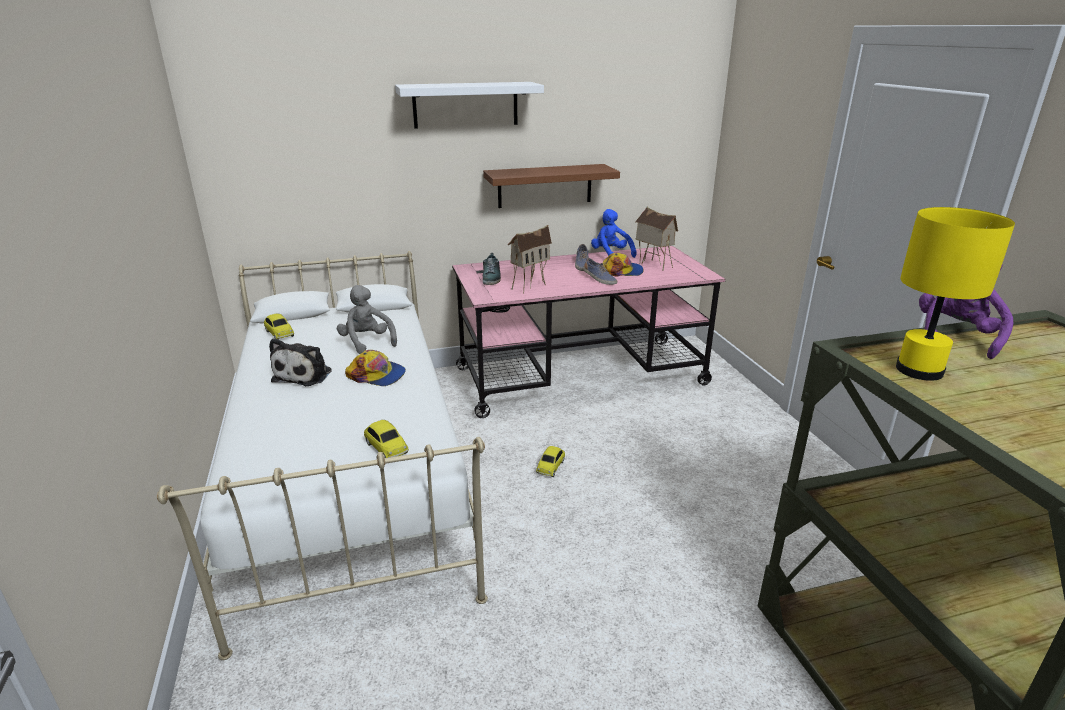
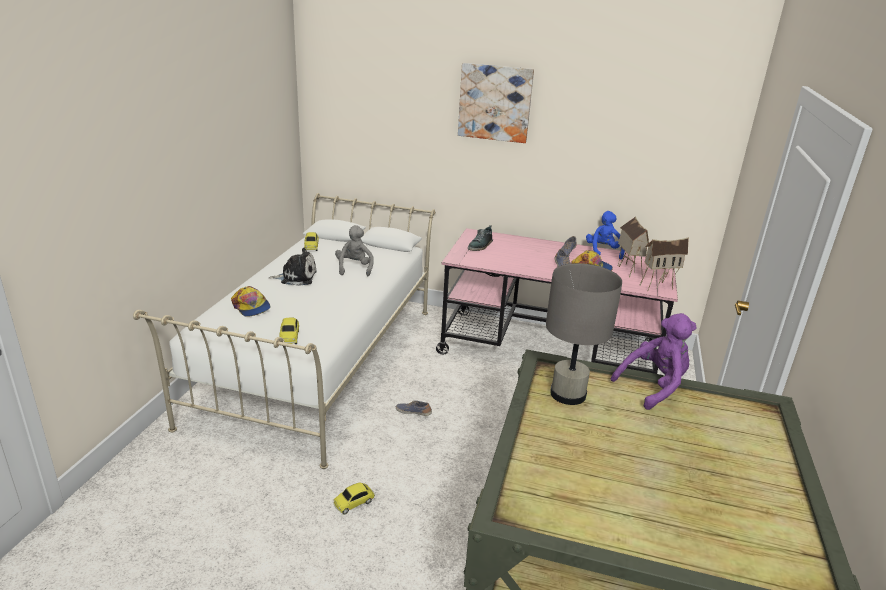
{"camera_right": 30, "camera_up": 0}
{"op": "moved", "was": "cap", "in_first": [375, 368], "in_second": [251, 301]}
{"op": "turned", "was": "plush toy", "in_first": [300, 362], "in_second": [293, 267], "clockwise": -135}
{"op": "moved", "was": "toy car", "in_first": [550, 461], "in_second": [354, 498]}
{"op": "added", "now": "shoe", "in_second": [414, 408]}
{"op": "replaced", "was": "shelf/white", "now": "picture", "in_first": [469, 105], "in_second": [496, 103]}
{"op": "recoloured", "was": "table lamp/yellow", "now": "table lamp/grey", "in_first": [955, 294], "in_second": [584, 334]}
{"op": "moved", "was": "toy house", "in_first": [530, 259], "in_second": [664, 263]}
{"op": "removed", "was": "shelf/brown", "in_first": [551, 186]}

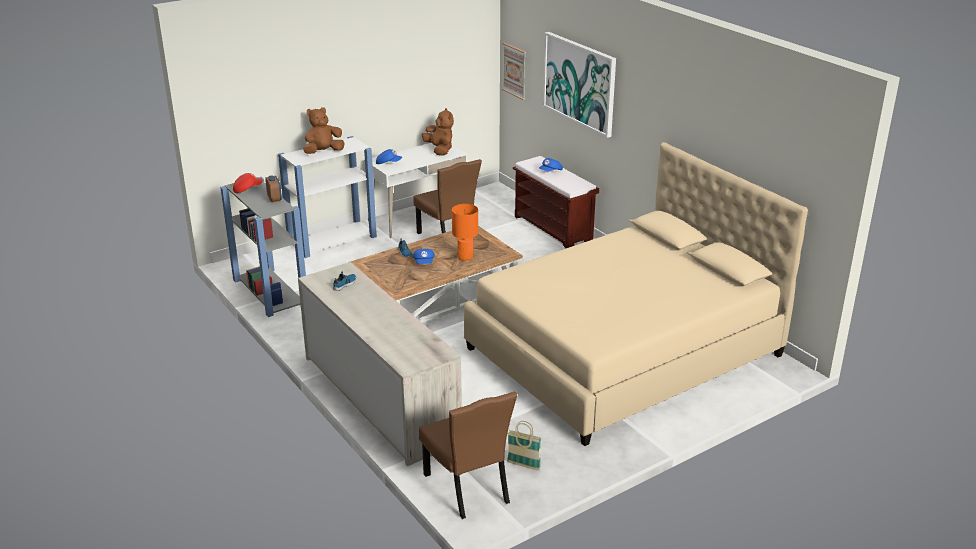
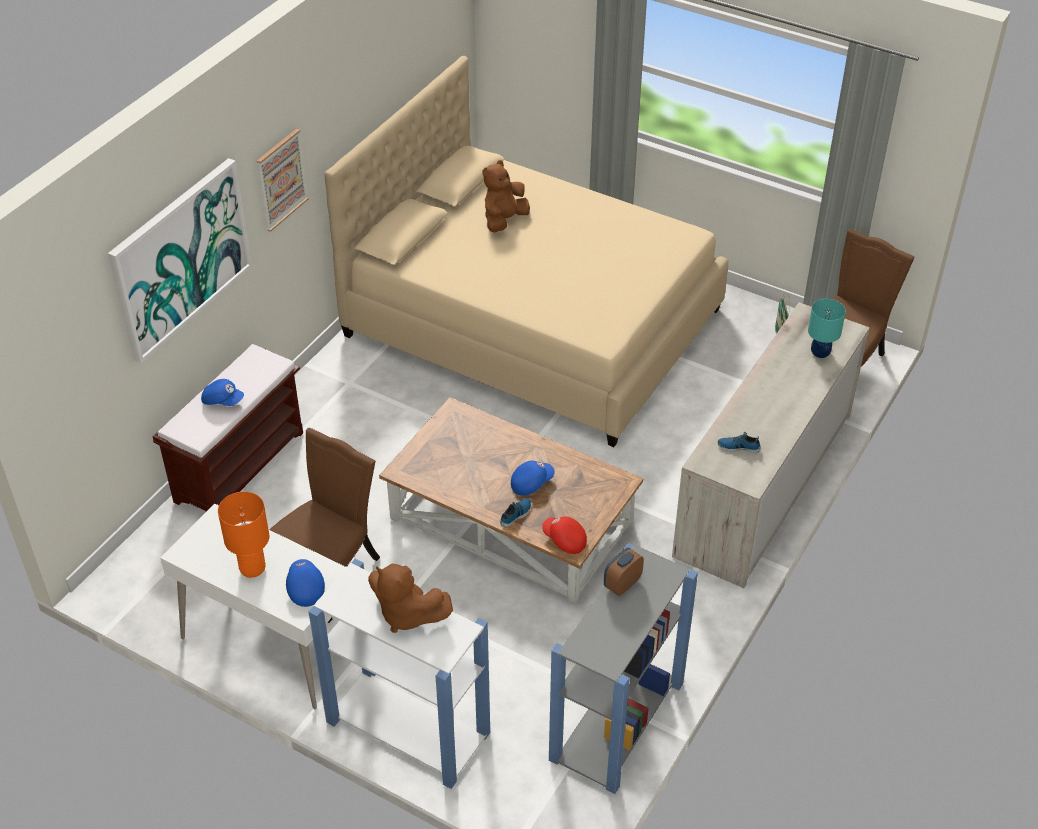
{"camera_right": -115, "camera_up": 15}
{"op": "moved", "was": "table lamp/orange", "in_first": [465, 232], "in_second": [243, 535]}
{"op": "moved", "was": "picture", "in_first": [514, 71], "in_second": [283, 180]}
{"op": "moved", "was": "plush toy/brown", "in_first": [438, 132], "in_second": [506, 196]}
{"op": "moved", "was": "cap/red", "in_first": [248, 183], "in_second": [564, 535]}
{"op": "added", "now": "table lamp/turquoise", "in_second": [827, 328]}

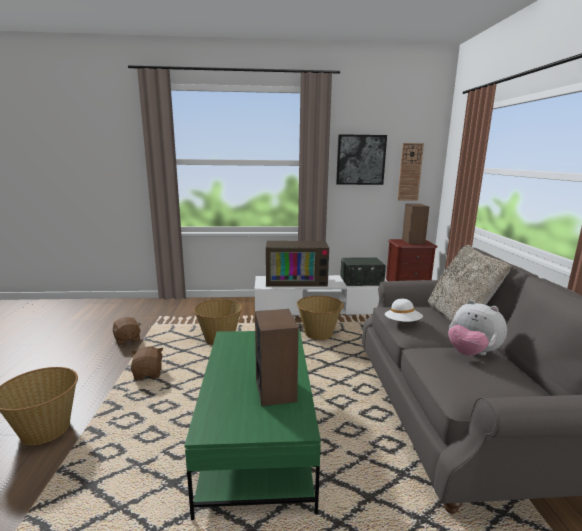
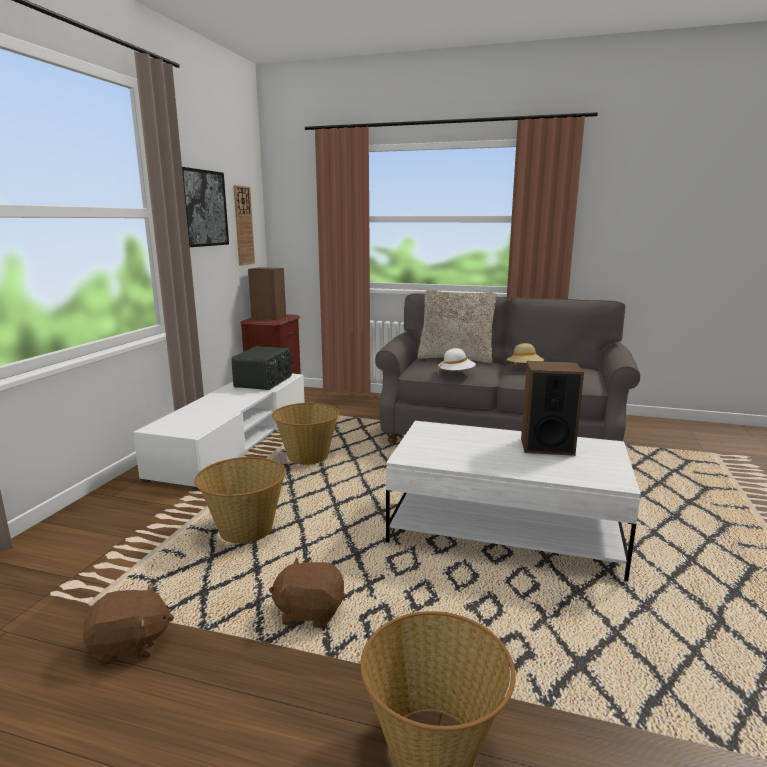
{"camera_right": -70, "camera_up": 0}
{"op": "recoloured", "was": "coffee table/green", "now": "coffee table/white", "in_first": [252, 425], "in_second": [513, 501]}
{"op": "replaced", "was": "plush toy", "now": "hat/beige", "in_first": [477, 328], "in_second": [525, 353]}
{"op": "removed", "was": "television", "in_first": [297, 264]}

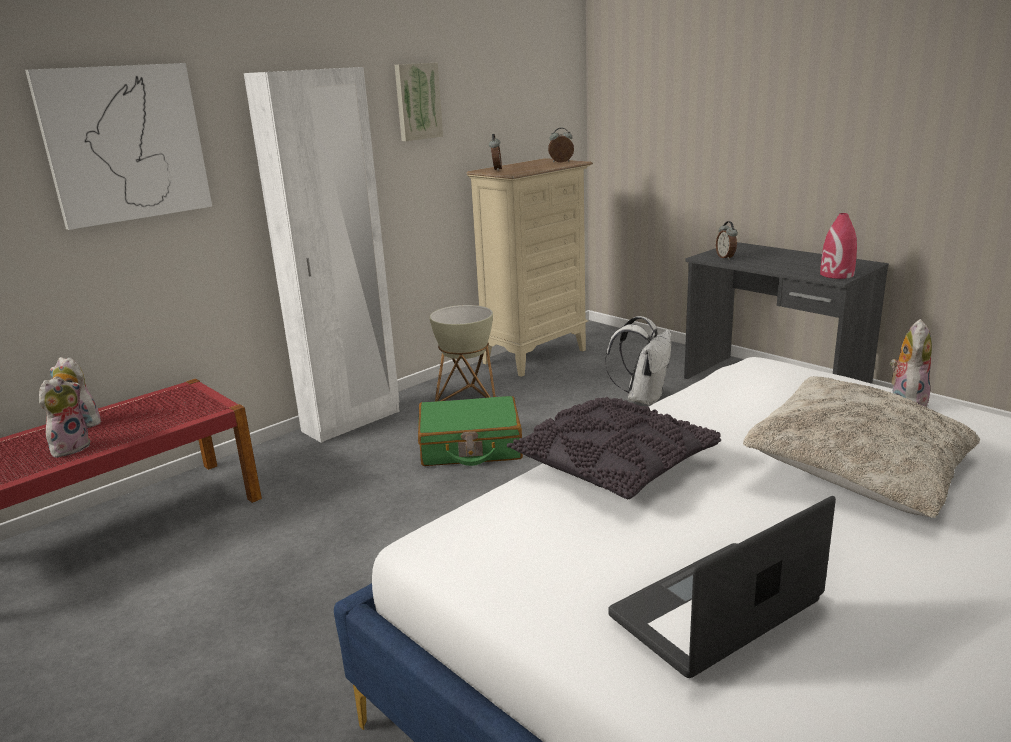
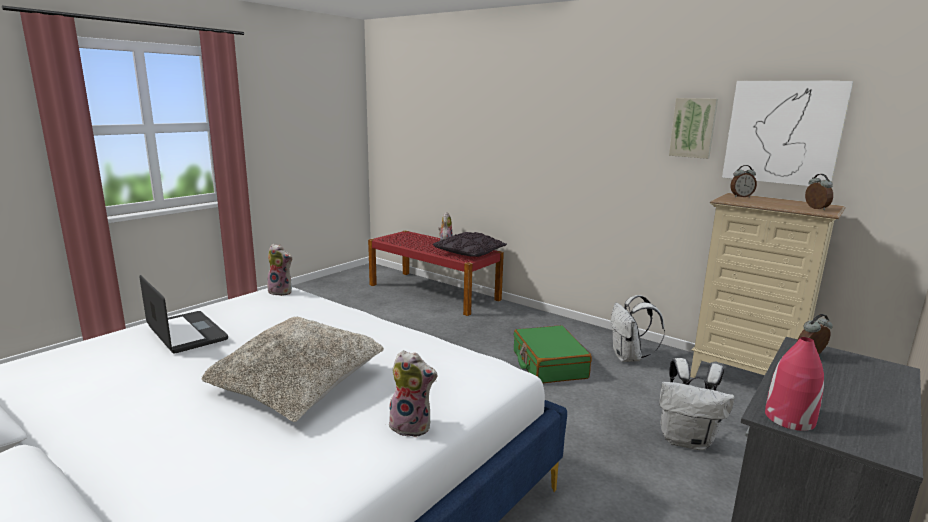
{"camera_right": 80, "camera_up": -5}
{"op": "moved", "was": "plush toy", "in_first": [64, 416], "in_second": [280, 270]}
{"op": "moved", "was": "pillow/black", "in_first": [614, 448], "in_second": [470, 244]}
{"op": "replaced", "was": "planter", "now": "backpack/white", "in_first": [462, 353], "in_second": [637, 328]}
{"op": "moved", "was": "picture", "in_first": [118, 146], "in_second": [787, 133]}
{"op": "removed", "was": "wardrobe/white", "in_first": [322, 255]}

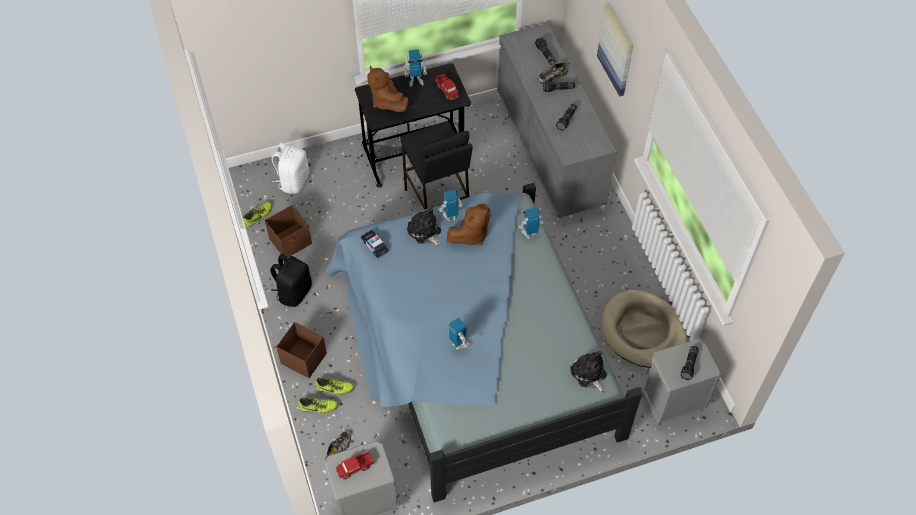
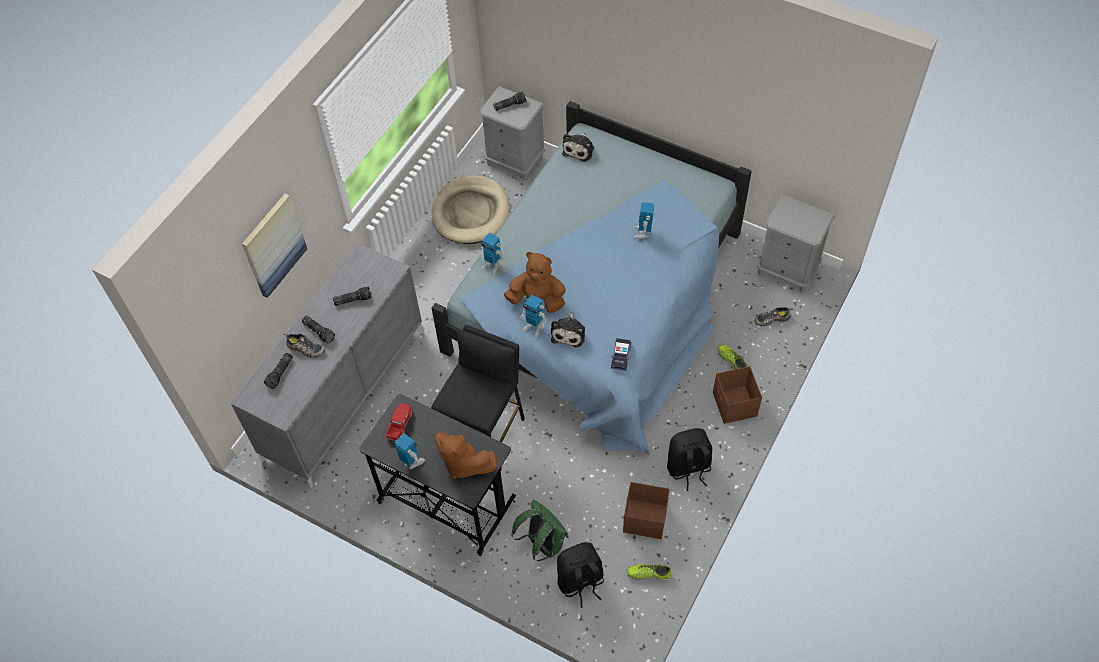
{"camera_right": -130, "camera_up": 0}
{"op": "turned", "was": "plush toy/brown", "in_first": [388, 88], "in_second": [466, 455], "clockwise": 105}
{"op": "added", "now": "backpack/green", "in_second": [540, 530]}
{"op": "recoloured", "was": "backpack/white", "now": "backpack/black", "in_first": [290, 168], "in_second": [580, 575]}
{"op": "removed", "was": "shoe", "in_first": [318, 405]}
{"op": "removed", "was": "toy truck", "in_first": [355, 465]}

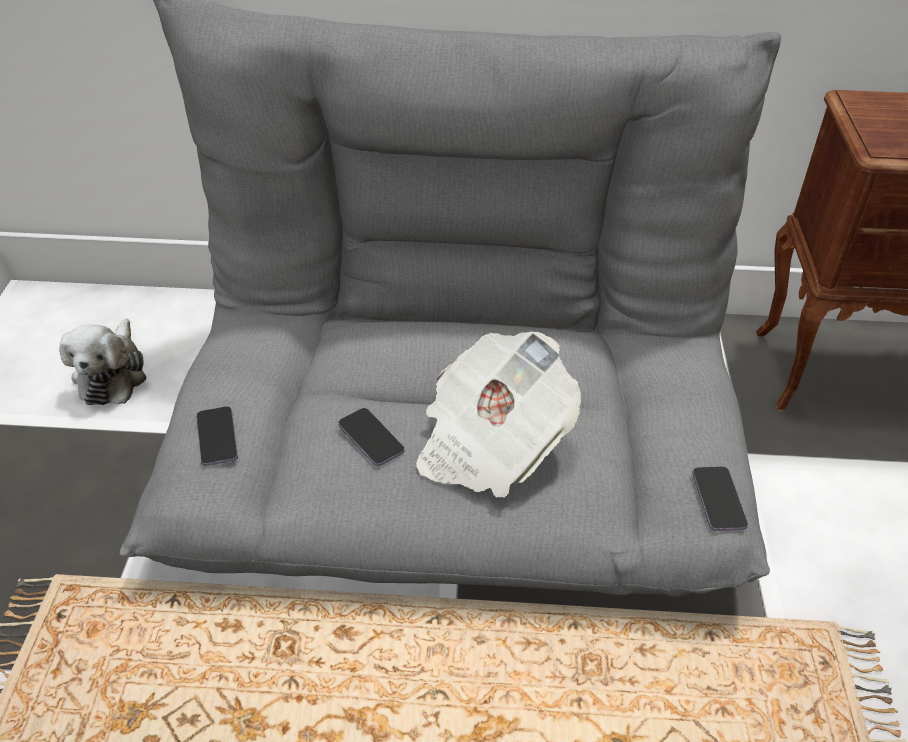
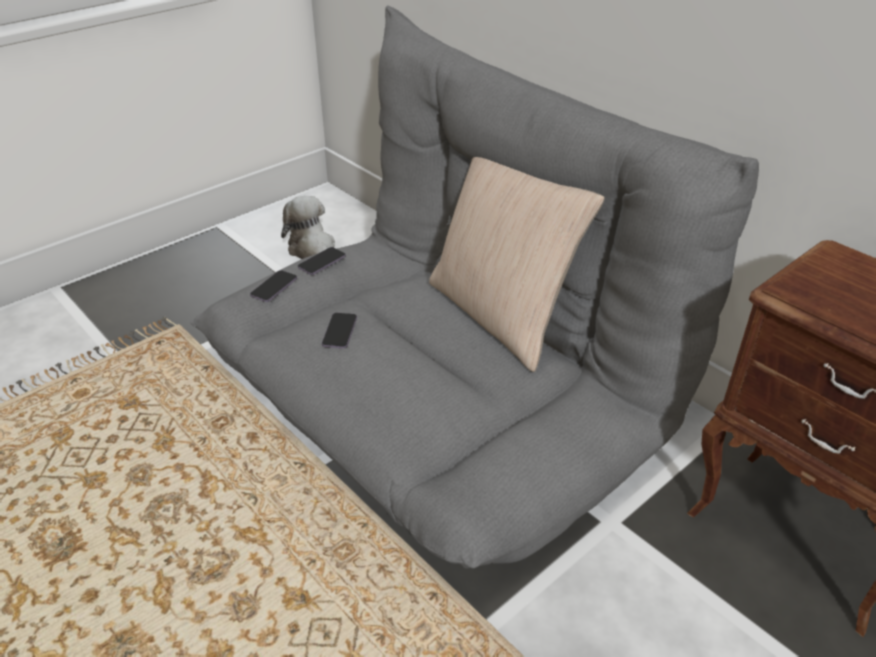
{"camera_right": 45, "camera_up": -5}
{"op": "turned", "was": "plush toy", "in_first": [103, 362], "in_second": [308, 227], "clockwise": 105}
{"op": "moved", "was": "phone", "in_first": [720, 498], "in_second": [322, 261]}
{"op": "added", "now": "pillow/beige", "in_second": [517, 264]}
{"op": "removed", "was": "newspaper", "in_first": [498, 415]}

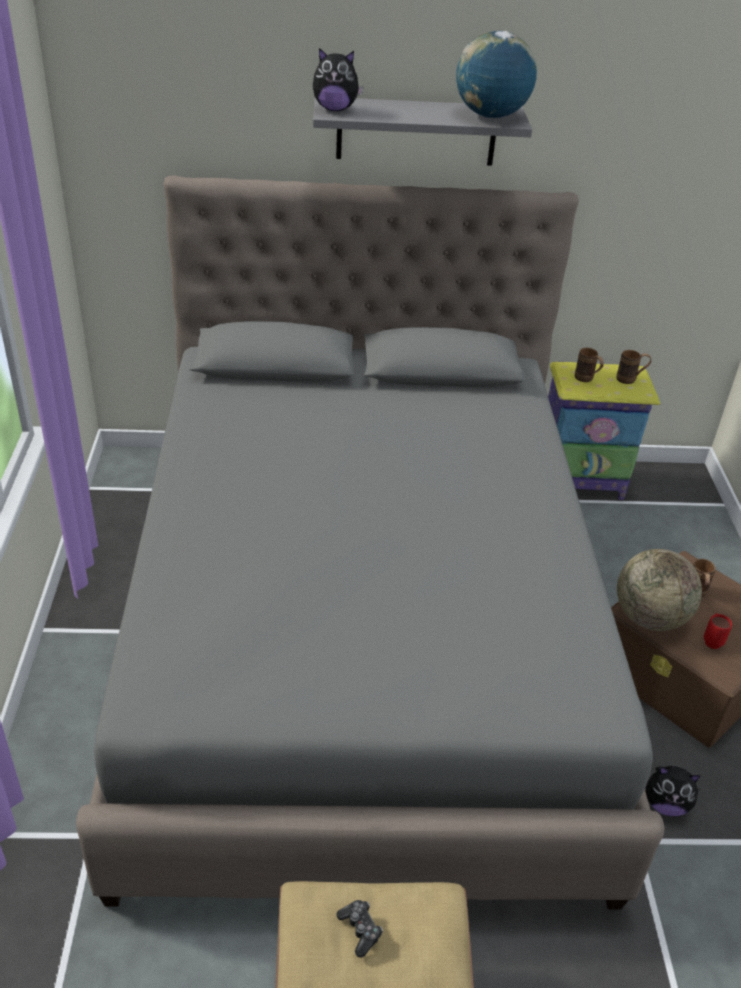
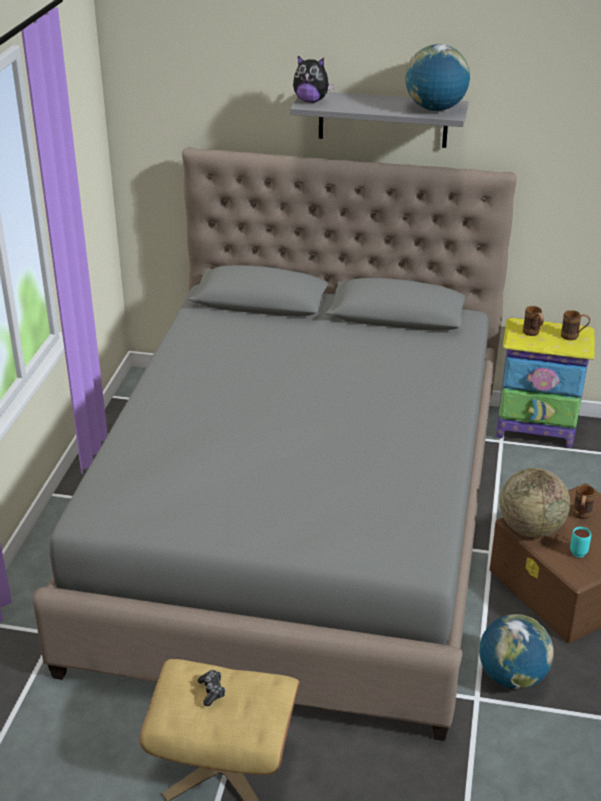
{"camera_right": 15, "camera_up": -5}
{"op": "replaced", "was": "plush toy", "now": "globe", "in_first": [673, 791], "in_second": [516, 651]}
{"op": "recoloured", "was": "mug/red", "now": "mug/turquoise", "in_first": [718, 631], "in_second": [580, 542]}

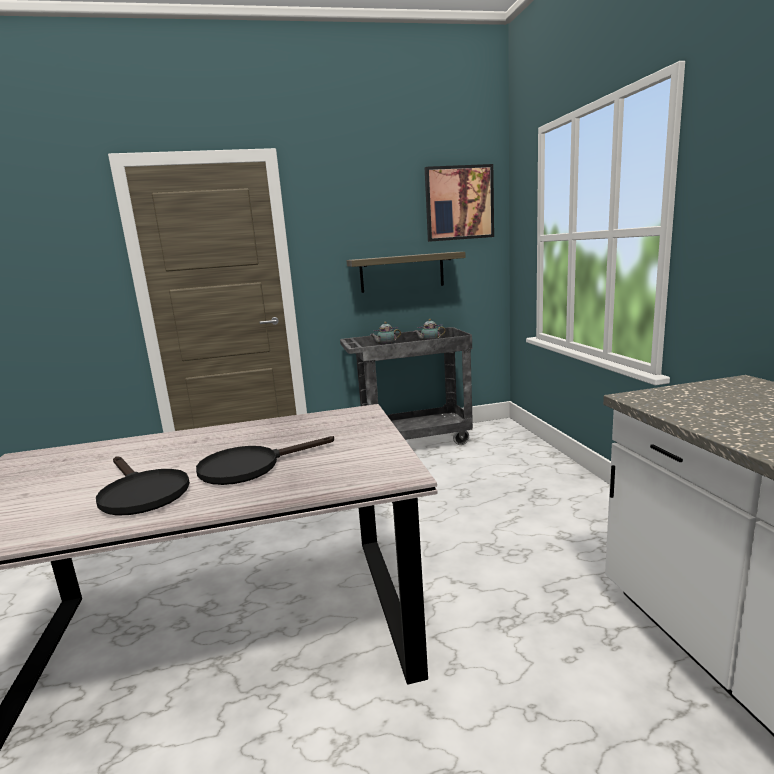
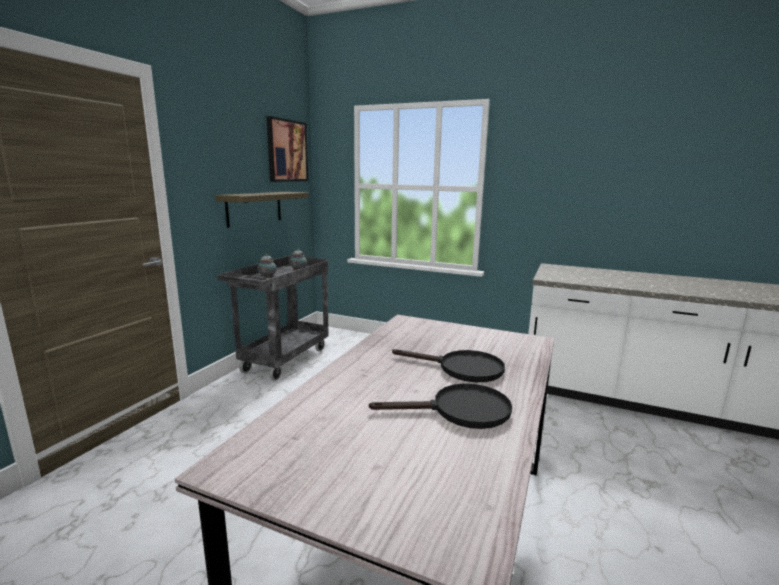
{"camera_right": -55, "camera_up": 0}
{"op": "turned", "was": "frying pan/black", "in_first": [265, 460], "in_second": [448, 365], "clockwise": -75}

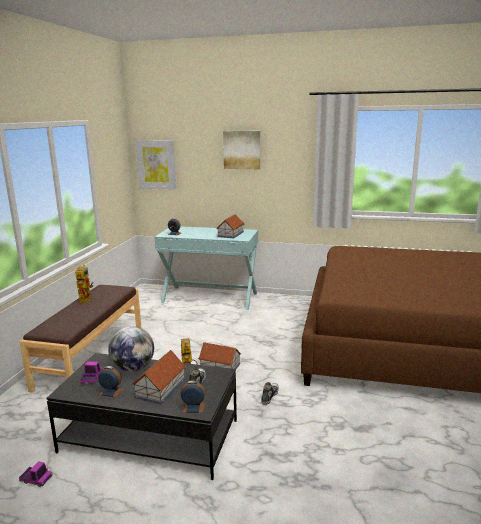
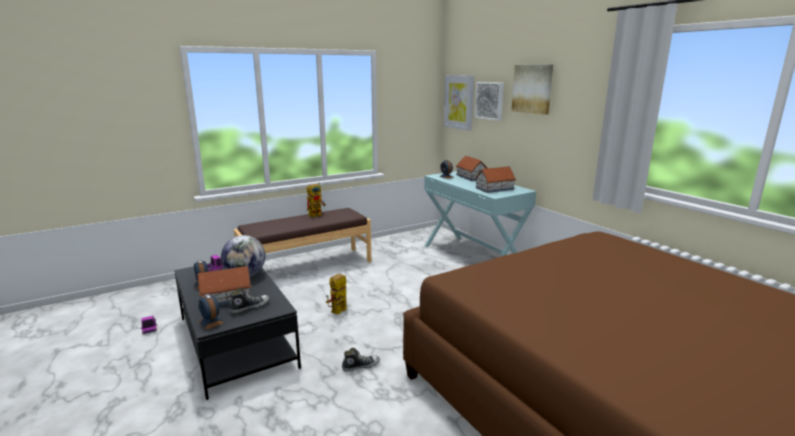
{"camera_right": 45, "camera_up": 0}
{"op": "moved", "was": "toy house", "in_first": [219, 356], "in_second": [471, 168]}
{"op": "added", "now": "picture", "in_second": [489, 101]}

